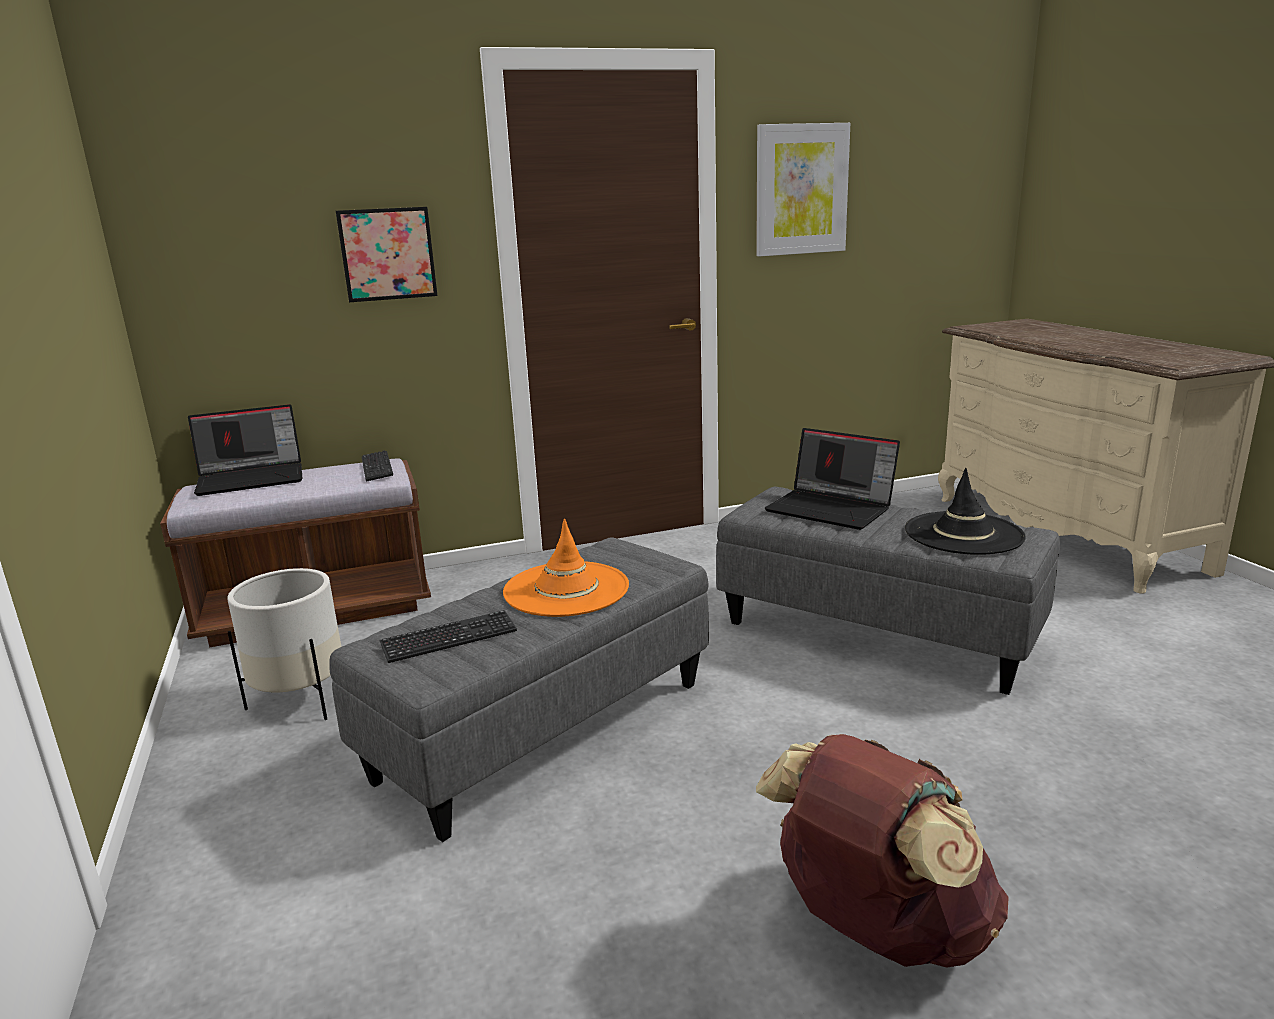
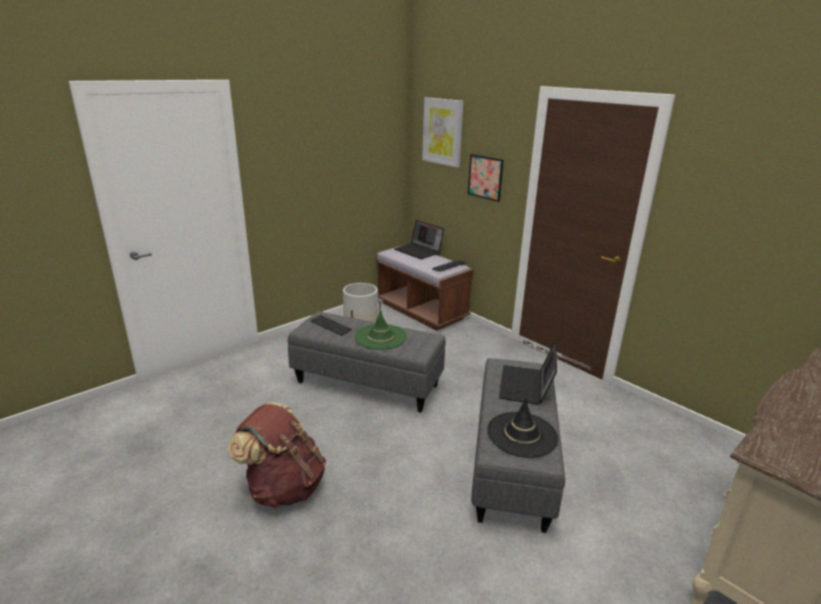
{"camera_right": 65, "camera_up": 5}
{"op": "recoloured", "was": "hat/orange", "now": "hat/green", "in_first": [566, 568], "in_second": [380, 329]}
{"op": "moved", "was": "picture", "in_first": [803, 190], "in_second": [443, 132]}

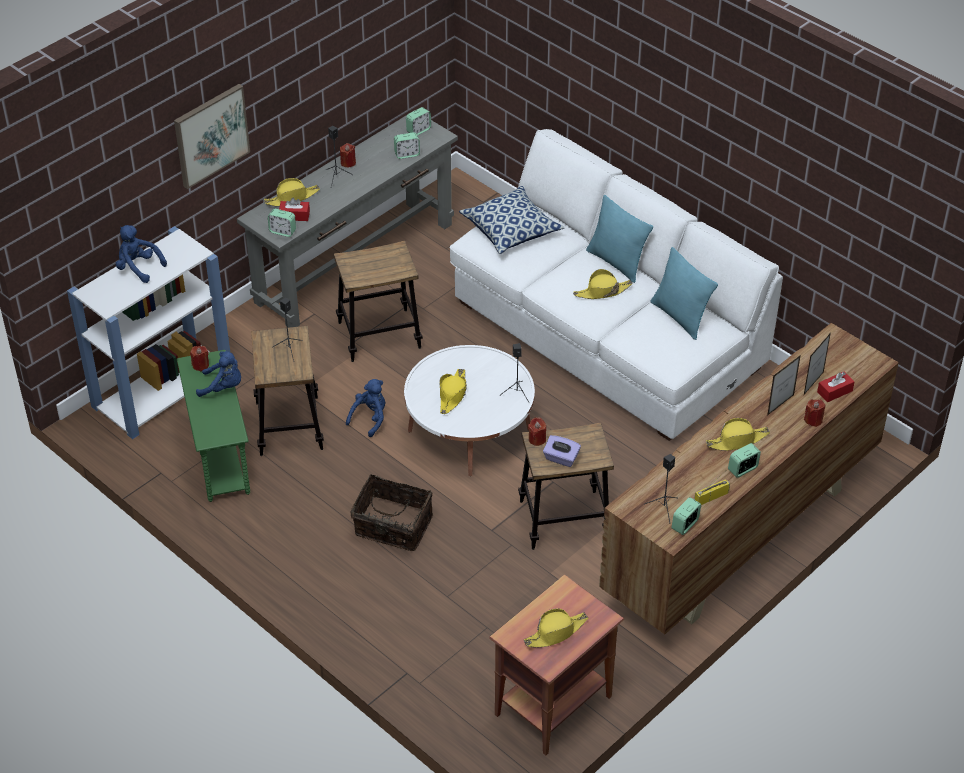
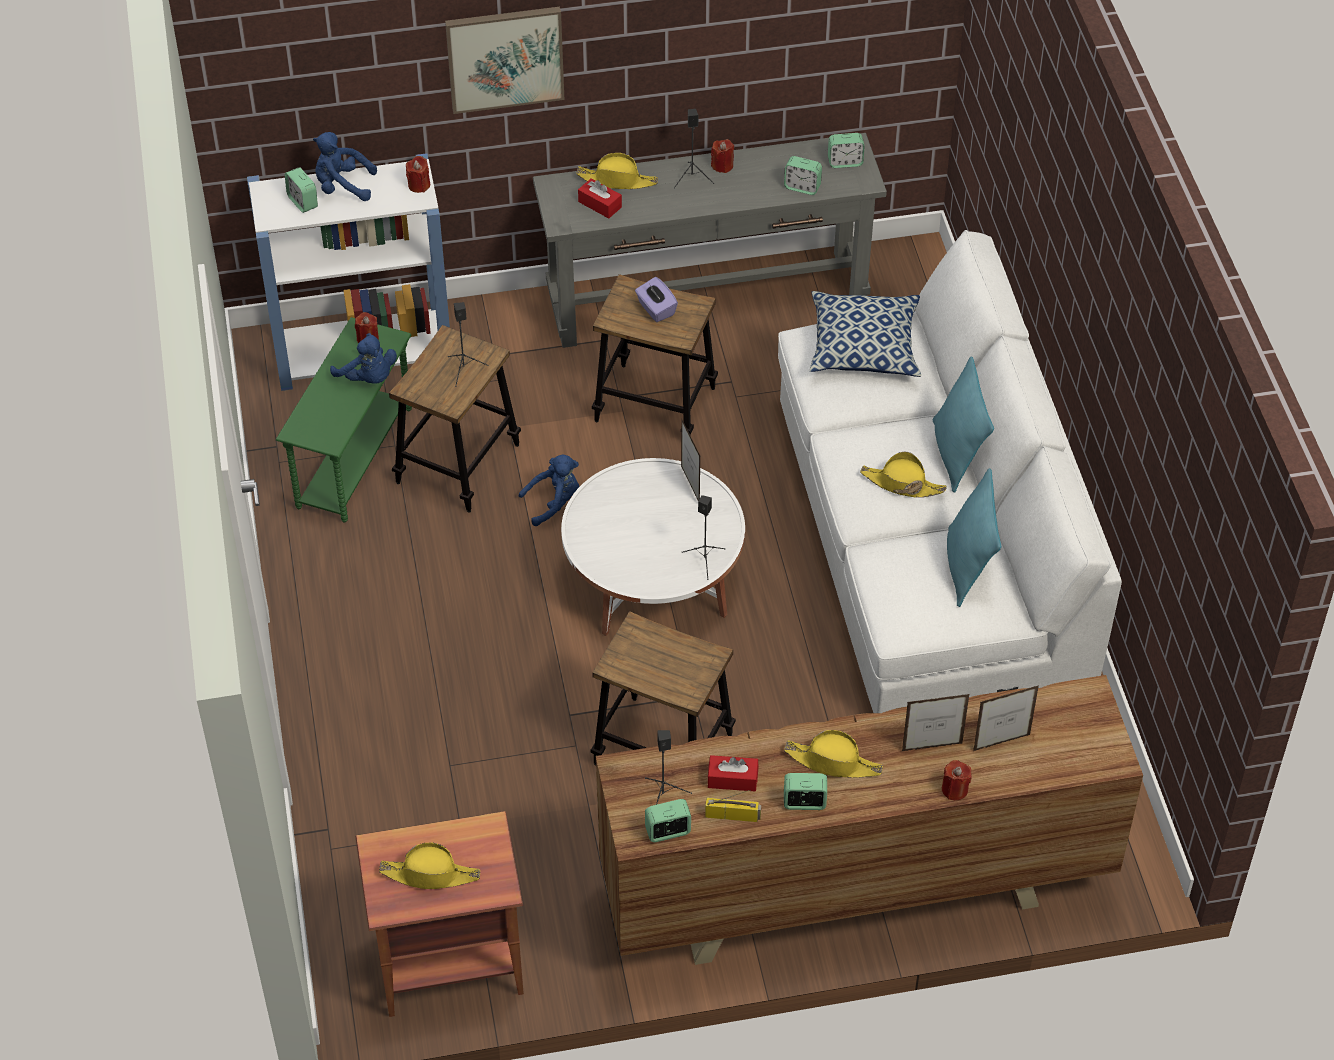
{"camera_right": 35, "camera_up": 5}
{"op": "moved", "was": "alarm clock", "in_first": [282, 223], "in_second": [301, 190]}
{"op": "turned", "was": "plush toy/blue", "in_first": [141, 254], "in_second": [345, 166], "clockwise": -60}
{"op": "moved", "was": "candle/red", "in_first": [537, 431], "in_second": [418, 174]}
{"op": "moved", "was": "tissue box/purple", "in_first": [562, 451], "in_second": [656, 299]}
{"op": "added", "now": "picture frame", "in_second": [690, 459]}
{"op": "moved", "was": "tissue box/red", "in_first": [836, 386], "in_second": [732, 773]}
{"op": "removed", "was": "basket", "in_first": [392, 512]}
{"op": "removed", "was": "hat/yellow", "in_first": [453, 391]}

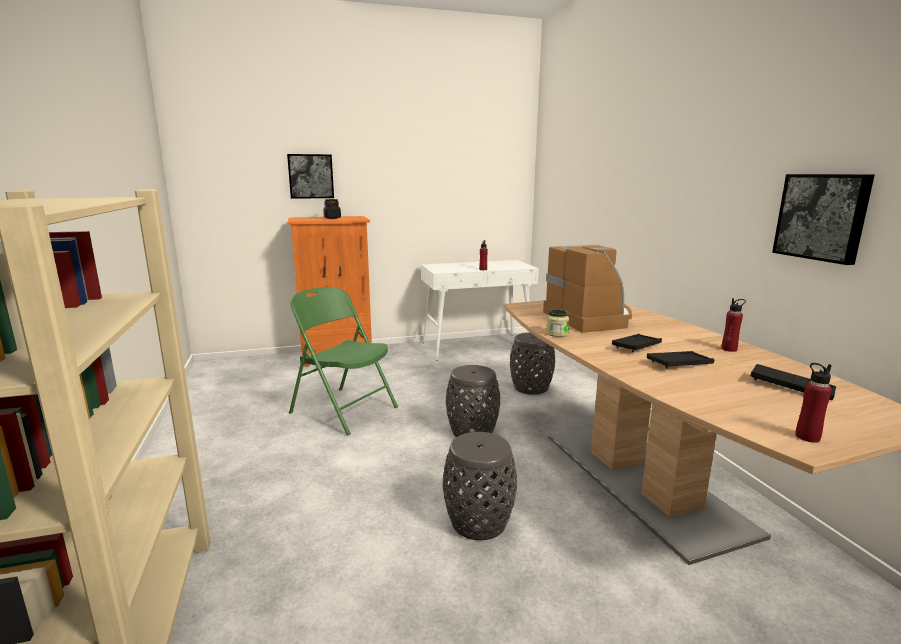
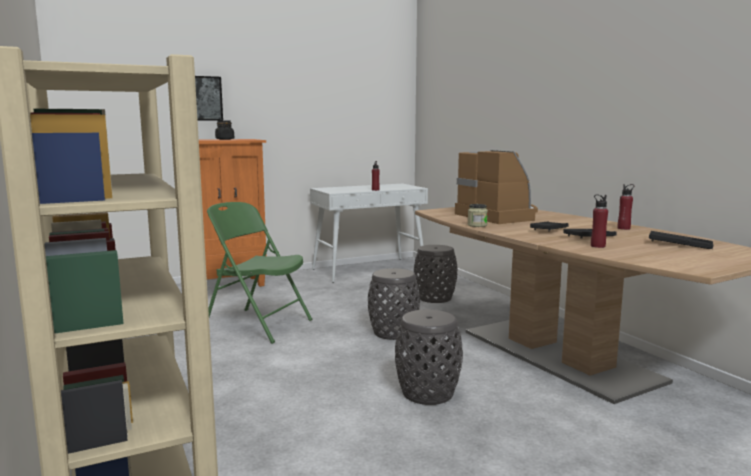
{"camera_right": -10, "camera_up": -5}
{"op": "moved", "was": "bottle/red", "in_first": [813, 403], "in_second": [599, 221]}
{"op": "removed", "was": "picture", "in_first": [823, 219]}

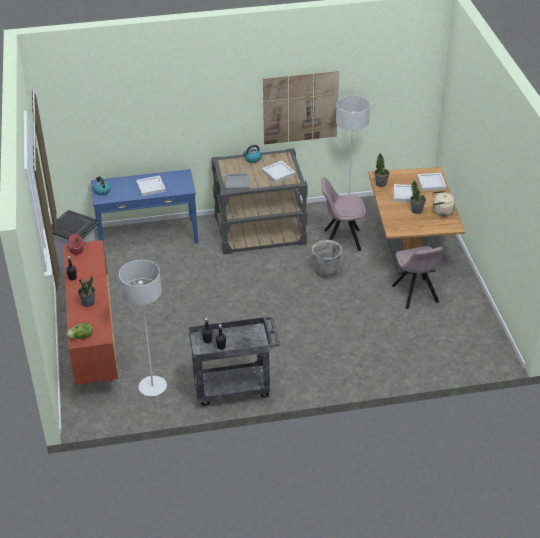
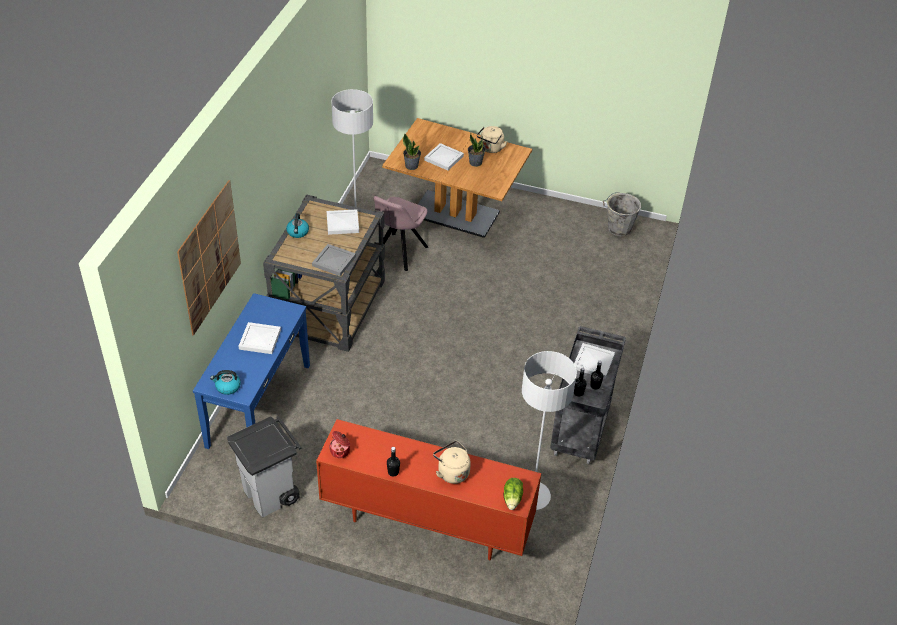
{"camera_right": -65, "camera_up": 5}
{"op": "moved", "was": "picture", "in_first": [301, 108], "in_second": [209, 258]}
{"op": "replaced", "was": "potted plant", "now": "kettle/beige", "in_first": [86, 291], "in_second": [452, 462]}
{"op": "moved", "was": "tray/white", "in_first": [431, 181], "in_second": [594, 361]}
{"op": "moved", "was": "bucket/grey", "in_first": [326, 258], "in_second": [622, 214]}
{"op": "removed", "was": "chair/pink", "in_first": [417, 277]}

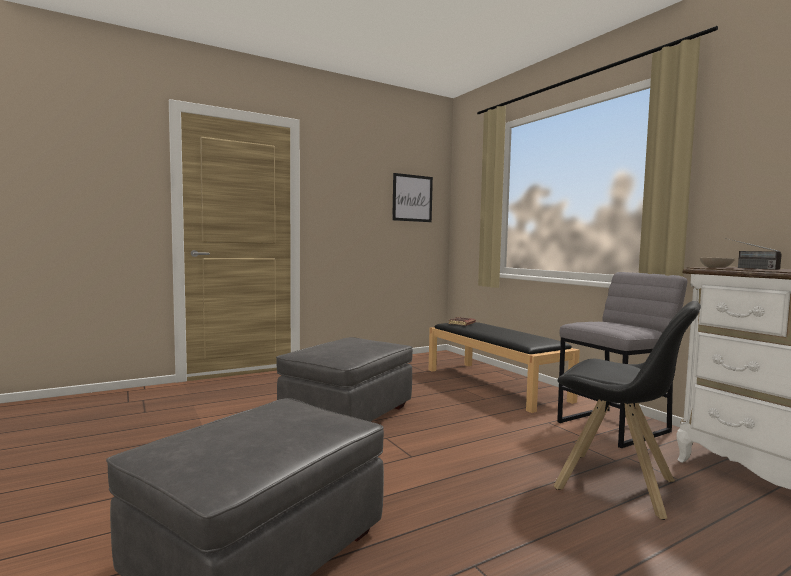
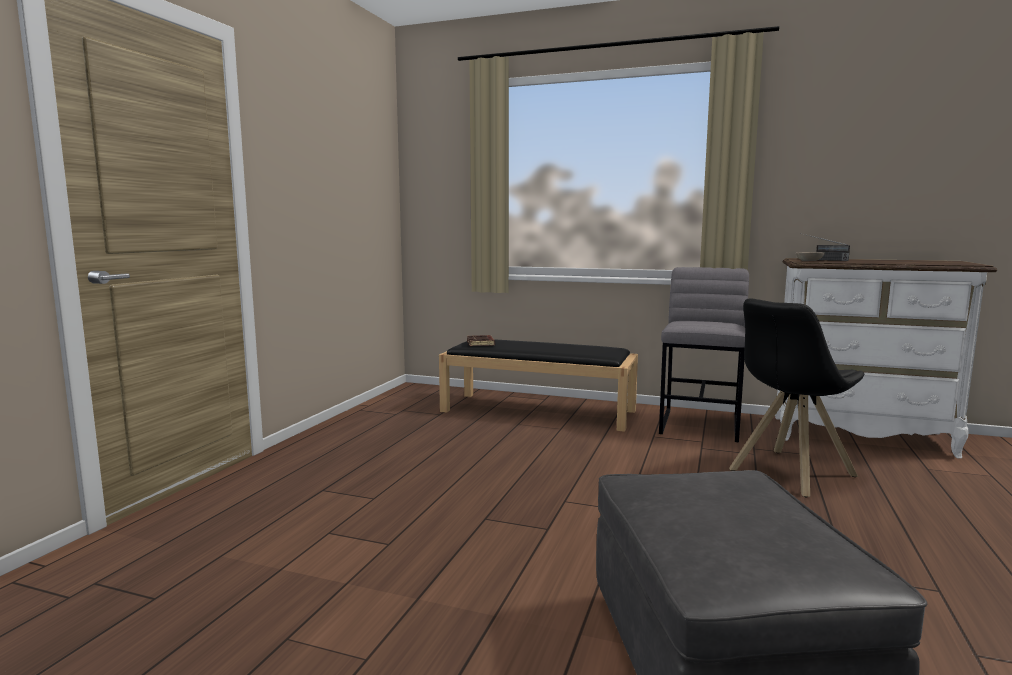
{"camera_right": -40, "camera_up": 5}
{"op": "turned", "was": "chair/black", "in_first": [627, 410], "in_second": [796, 397], "clockwise": 150}
{"op": "removed", "was": "ottoman/grey", "in_first": [344, 379]}
{"op": "removed", "was": "picture", "in_first": [412, 197]}

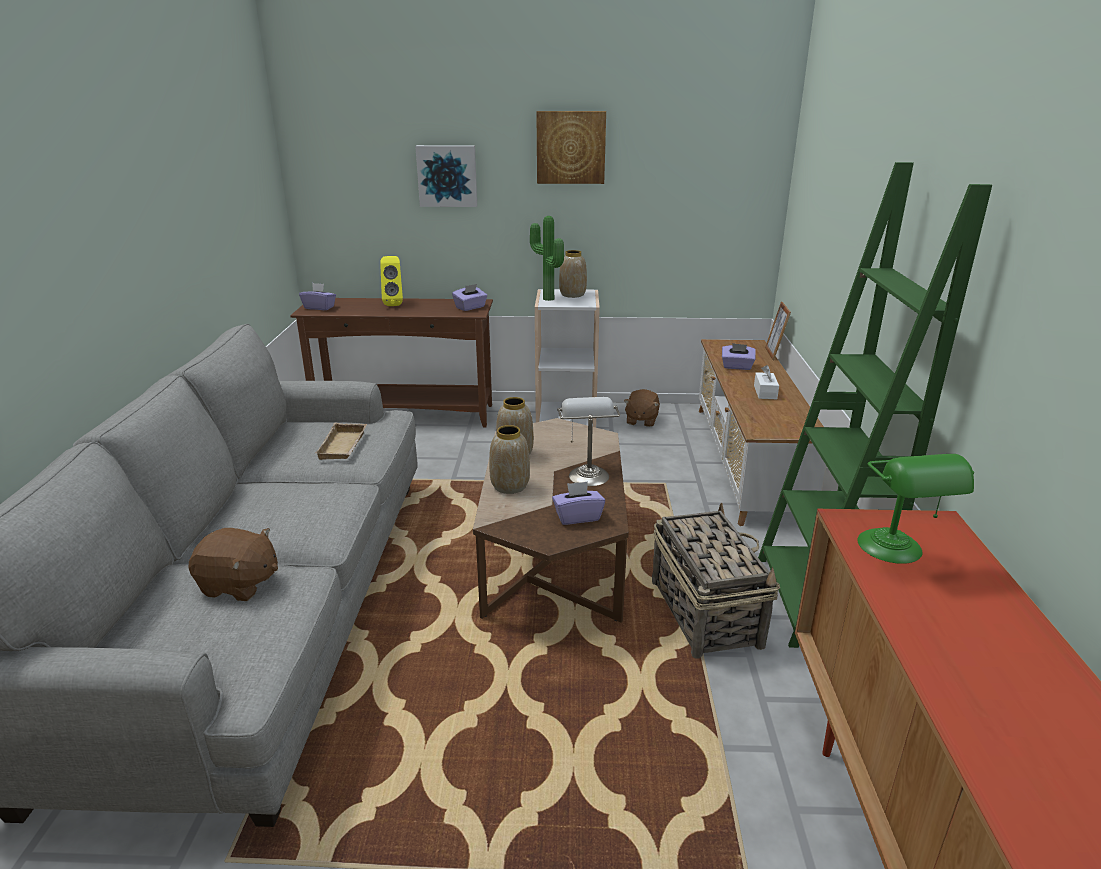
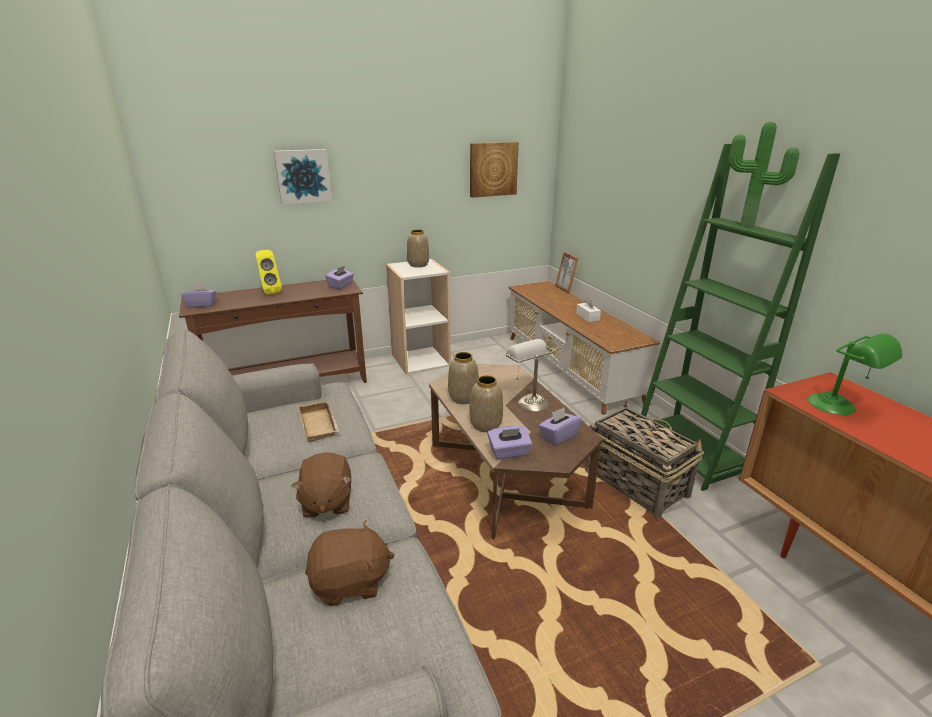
{"camera_right": -25, "camera_up": 0}
{"op": "moved", "was": "plush toy/brown", "in_first": [642, 408], "in_second": [321, 485]}
{"op": "moved", "was": "picture", "in_first": [571, 147], "in_second": [494, 170]}
{"op": "moved", "was": "tissue box/purple", "in_first": [739, 356], "in_second": [509, 442]}
{"op": "moved", "was": "potted plant", "in_first": [547, 258], "in_second": [764, 174]}

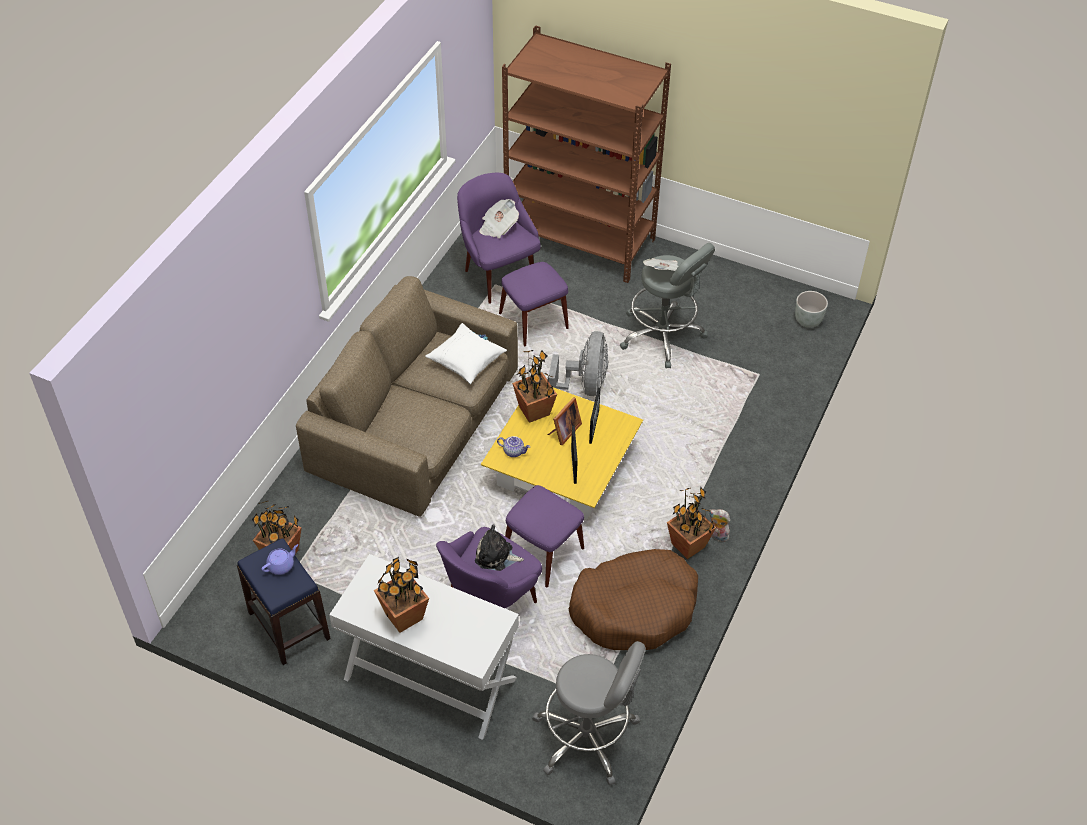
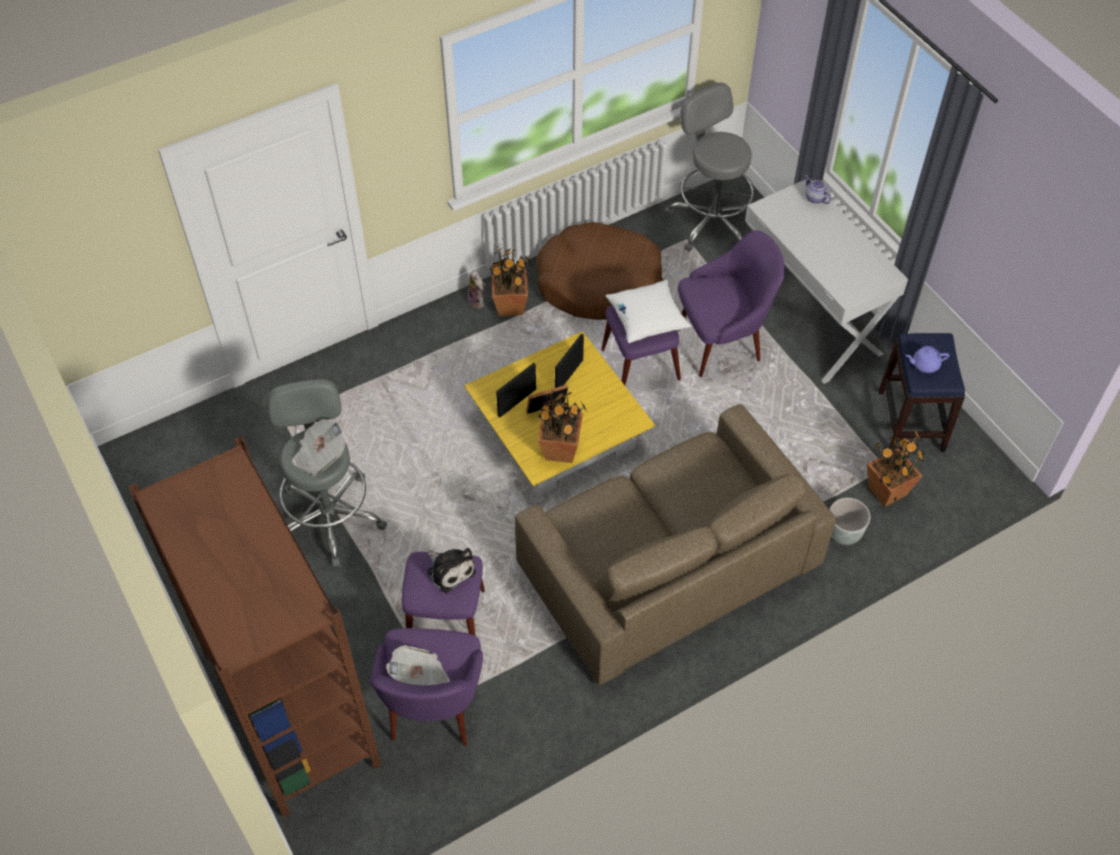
{"camera_right": -145, "camera_up": 5}
{"op": "moved", "was": "plush toy", "in_first": [499, 547], "in_second": [451, 570]}
{"op": "moved", "was": "pillow/white", "in_first": [466, 353], "in_second": [648, 311]}
{"op": "moved", "was": "teapot", "in_first": [513, 446], "in_second": [818, 189]}
{"op": "moved", "was": "planter/grey", "in_first": [811, 309], "in_second": [850, 521]}
{"op": "removed", "was": "potted plant", "in_first": [401, 595]}
{"op": "removed", "was": "fan/grey", "in_first": [578, 363]}

